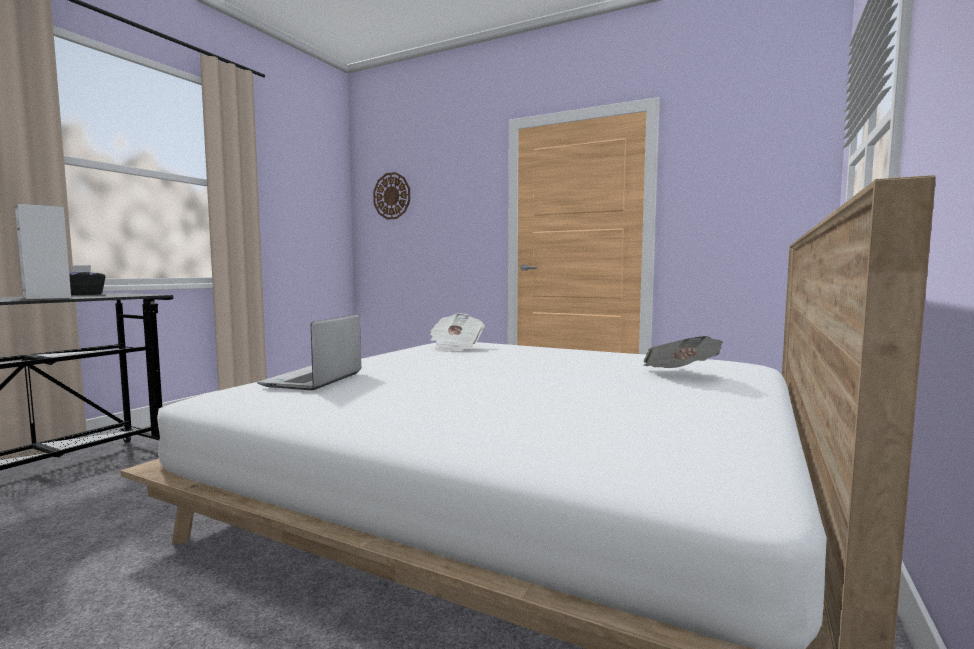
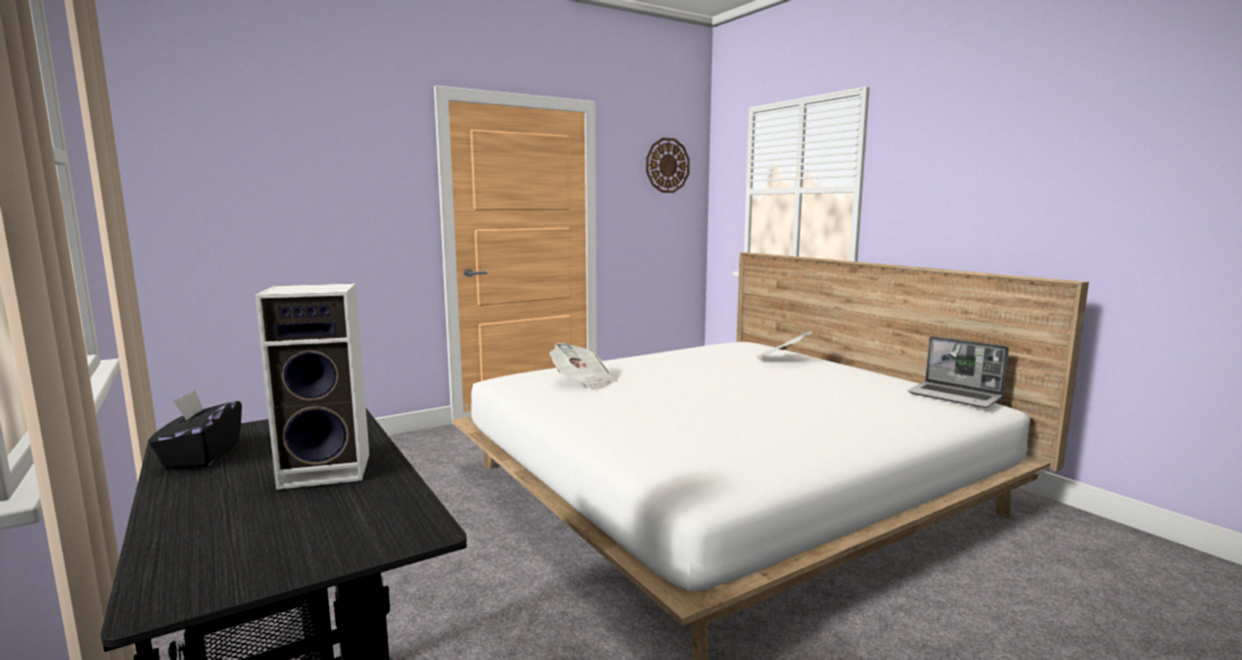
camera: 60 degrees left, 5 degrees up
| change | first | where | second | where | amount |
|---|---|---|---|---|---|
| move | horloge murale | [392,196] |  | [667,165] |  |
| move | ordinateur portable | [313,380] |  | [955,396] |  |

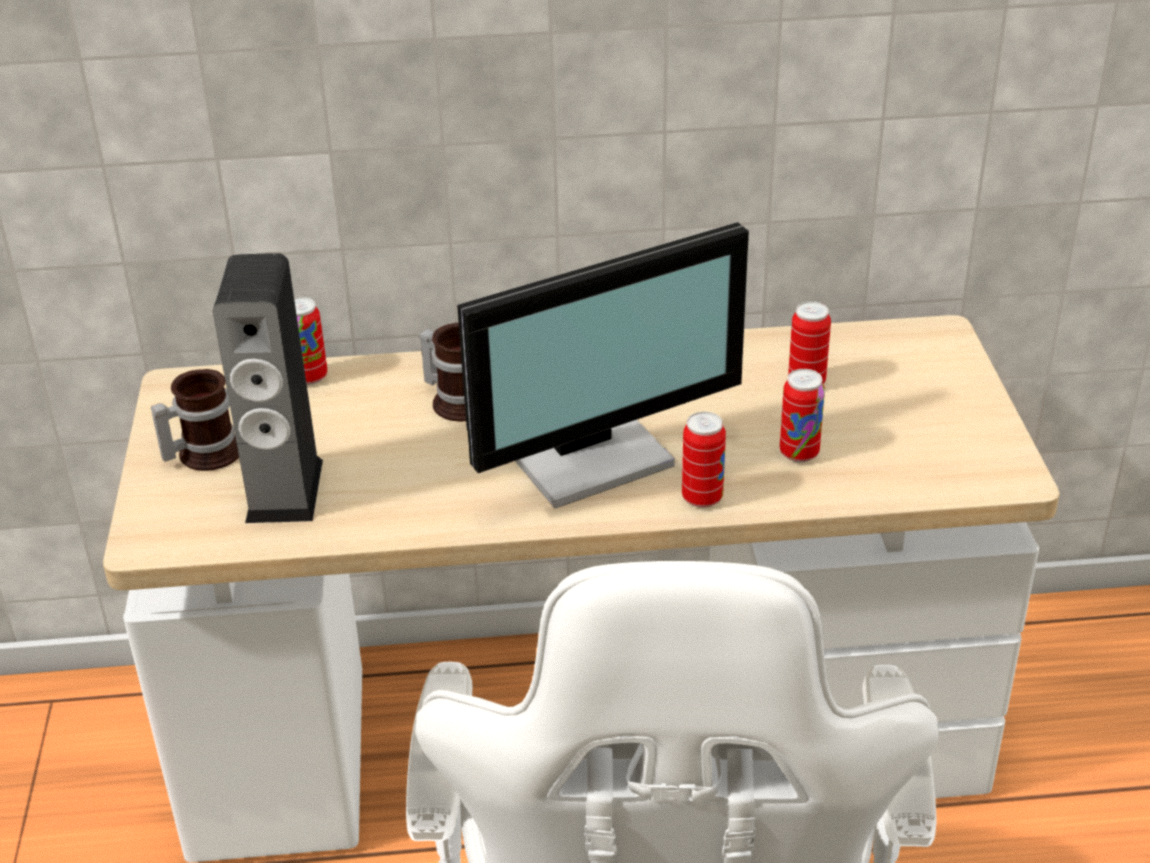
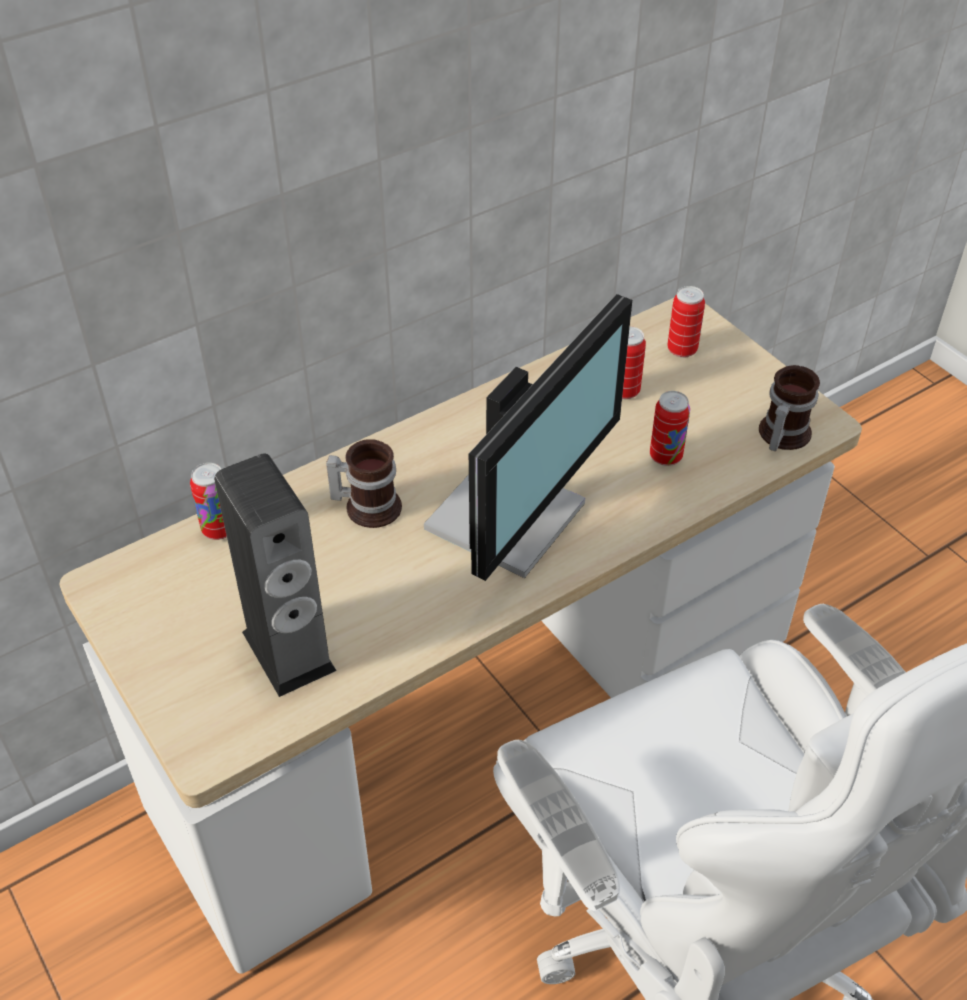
camera: 30 degrees left, 10 degrees up
| change | first | where | second | where | amount |
|---|---|---|---|---|---|
| move | mug | [203,452] |  | [780,434] |  |
| move | boîte métallique | [702,498] |  | [682,350] |  |

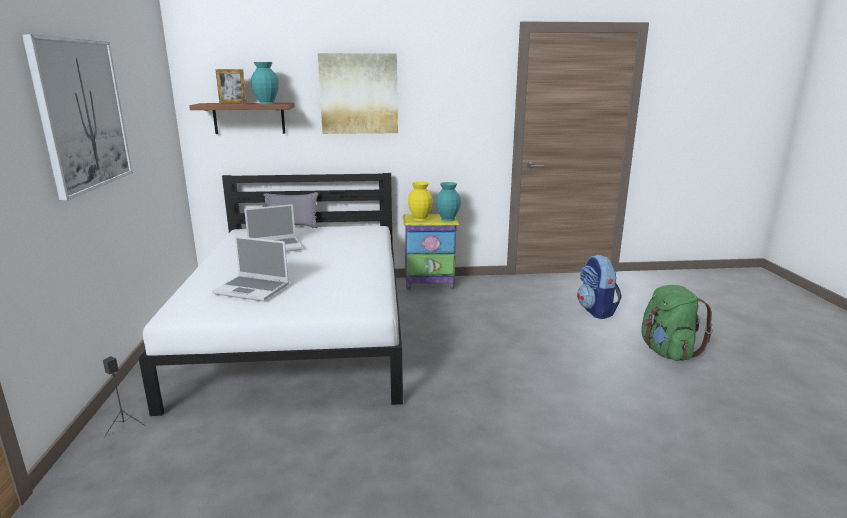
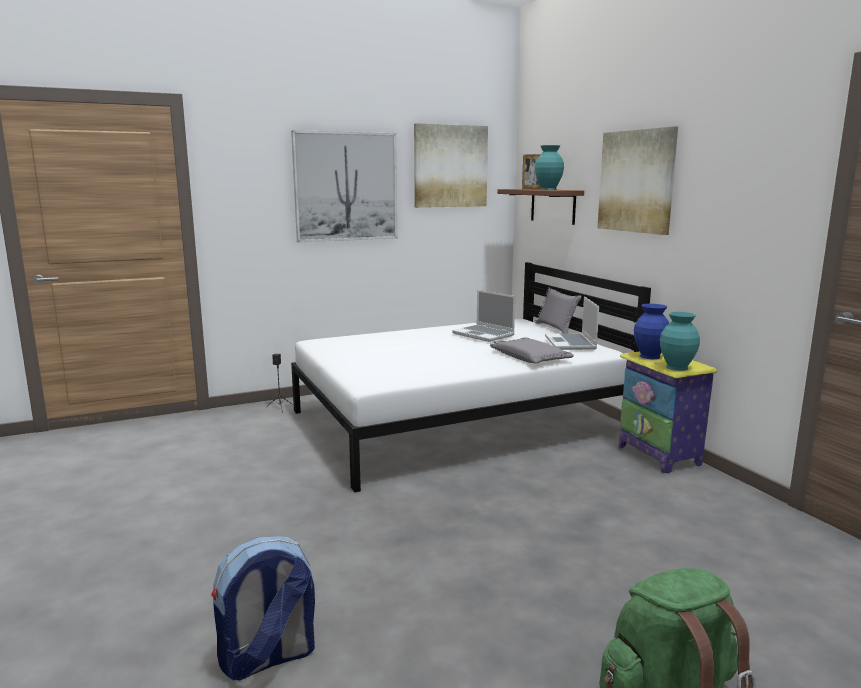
camera: 70 degrees right, 5 degrees down
| change | first | where | second | where | amount |
|---|---|---|---|---|---|
| recolor | vase [jaune] | [419,219] | vase [bleu] | [649,356] |  |
| move | ordinateur portable | [253,289] |  | [571,343] |  |
| move | sac à dos | [596,311] |  | [268,658] |  |
| insert |  |  | tableau | [450,166] |  |
| insert |  |  | coussin [gris] | [530,356] |  |

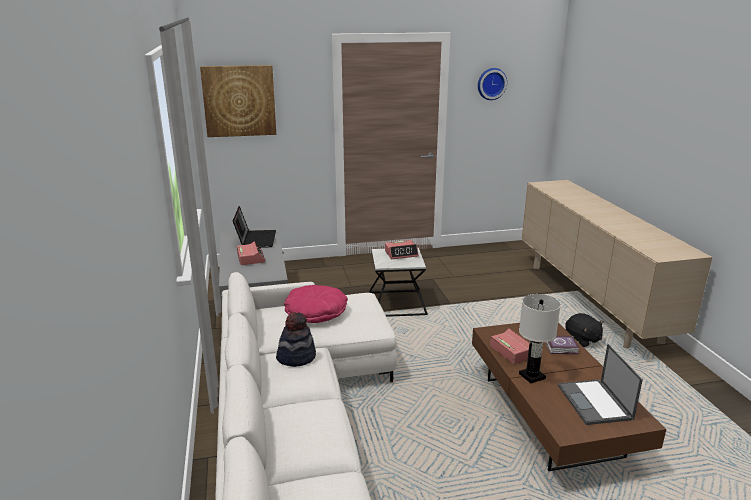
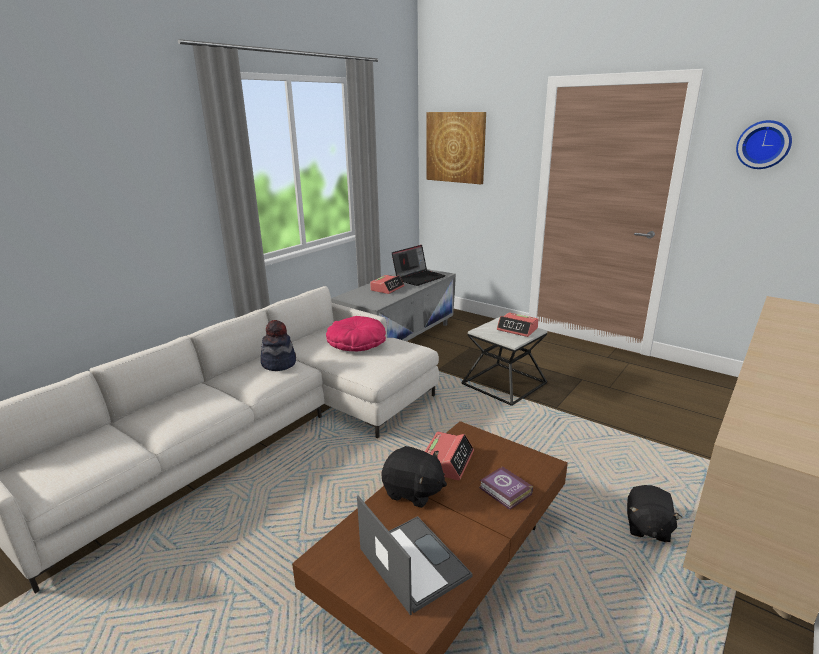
camera: 50 degrees right, 0 degrees up
| change | first | where | second | where | amount |
|---|---|---|---|---|---|
| replace | lampe de table [blanc] | [531,376] | peluche [noir] | [413,492] |  |
| rotate | ordinateur portable | [595,402] |  | [412,562] | 105 degrees clockwise |

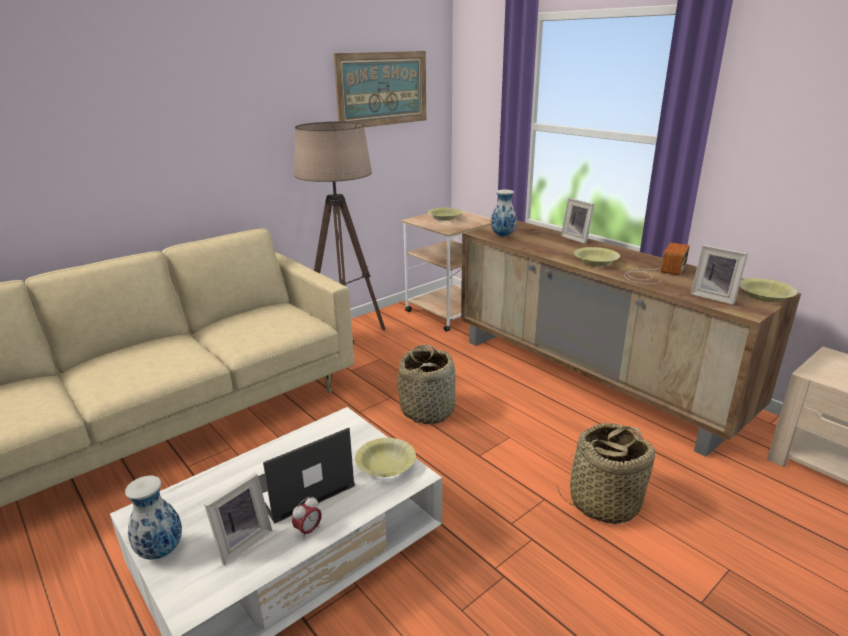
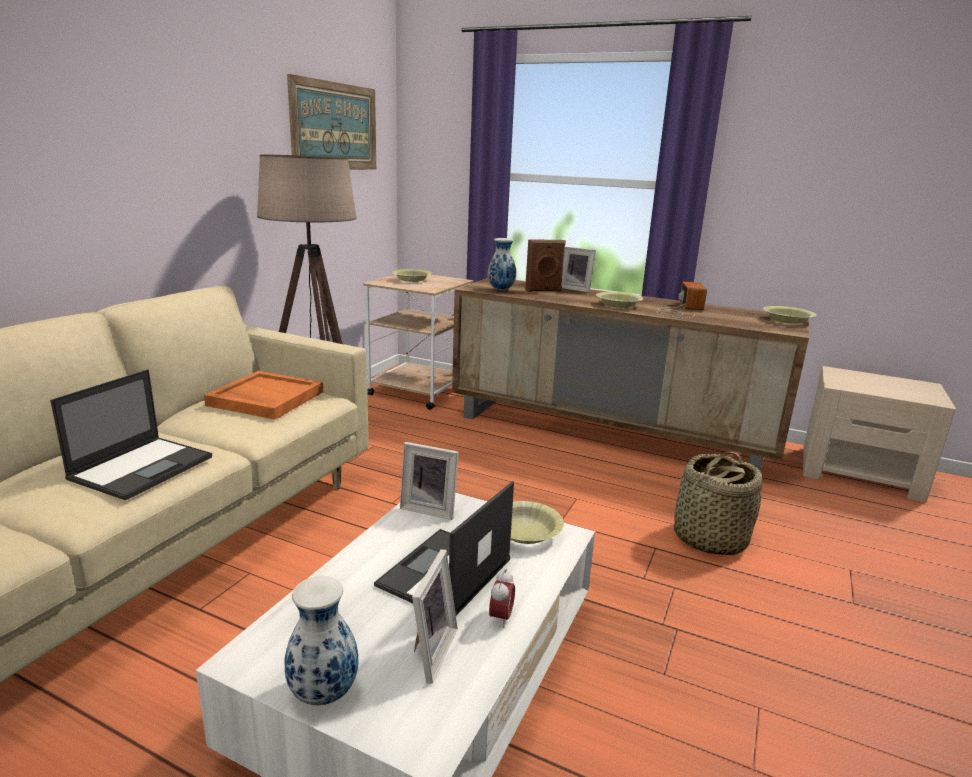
camera: 25 degrees left, 5 degrees down
| change | first | where | second | where | amount |
|---|---|---|---|---|---|
| move | cadre photo | [714,297] |  | [430,508] |  |
| delete | panier | [428,409] |  |  |  |
| insert |  |  | enceinte [marron] | [543,290] |  |
| insert |  |  | ordinateur portable | [143,467] |  |
| insert |  |  | plateau [orange] | [265,398] |  |

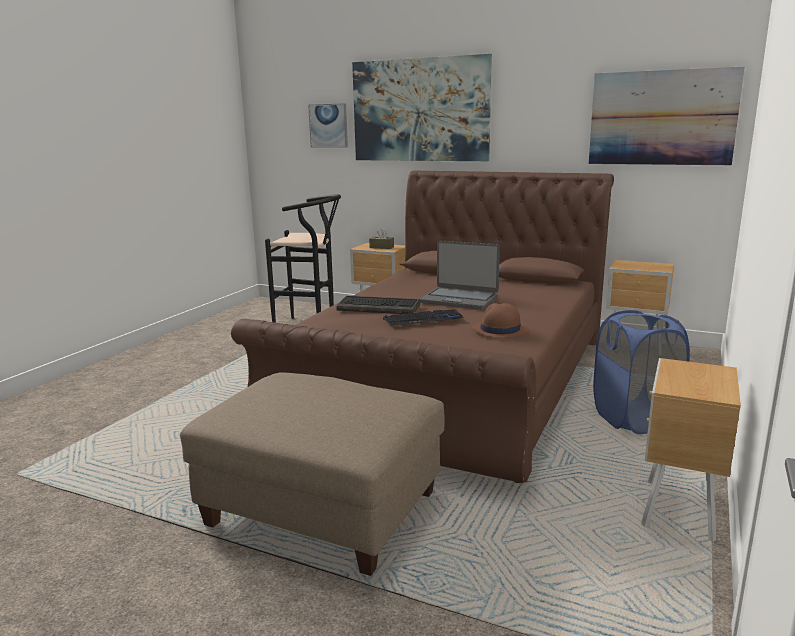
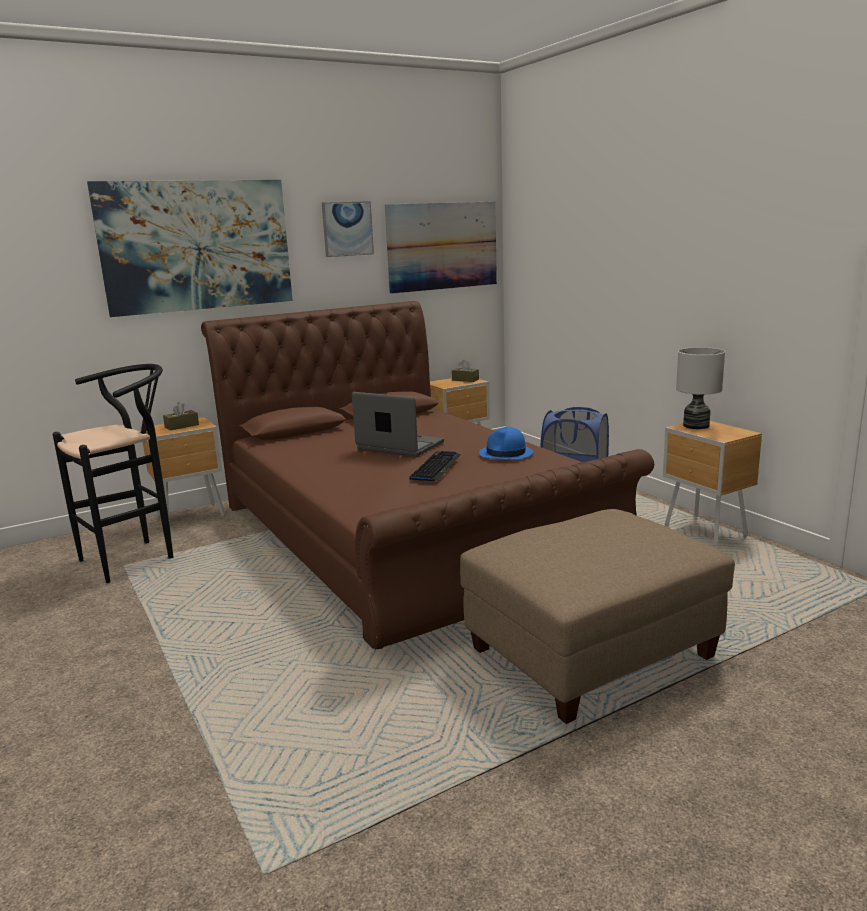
camera: 55 degrees left, 0 degrees up
| change | first | where | second | where | amount |
|---|---|---|---|---|---|
| move | tableau | [328,125] |  | [347,229] |  |
| rotate | ordinateur portable | [459,299] |  | [399,446] | 120 degrees counterclockwise |
| delete | clavier | [379,307] |  |  |  |
| recolor | chapeau [marron] | [499,330] | chapeau [bleu] | [506,454] |  |
| insert |  |  | lampe de table [gris] | [696,426] |  |
| insert |  |  | boîte à mouchoirs [marron] | [465,380] |  |

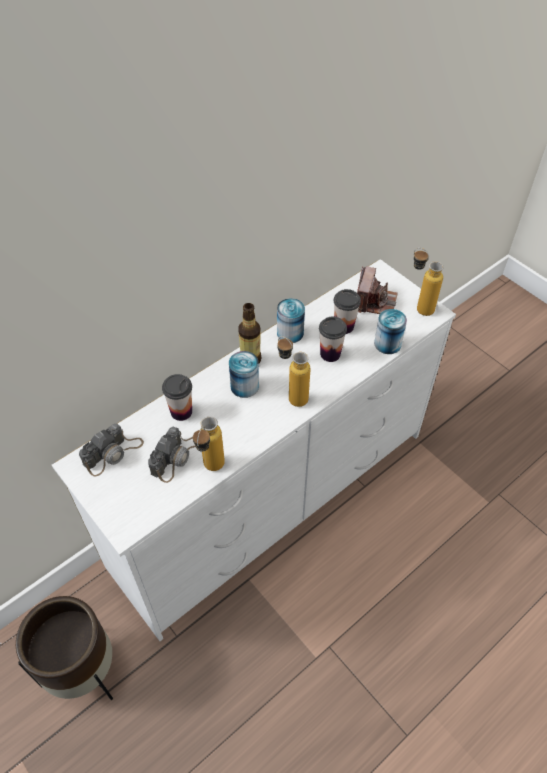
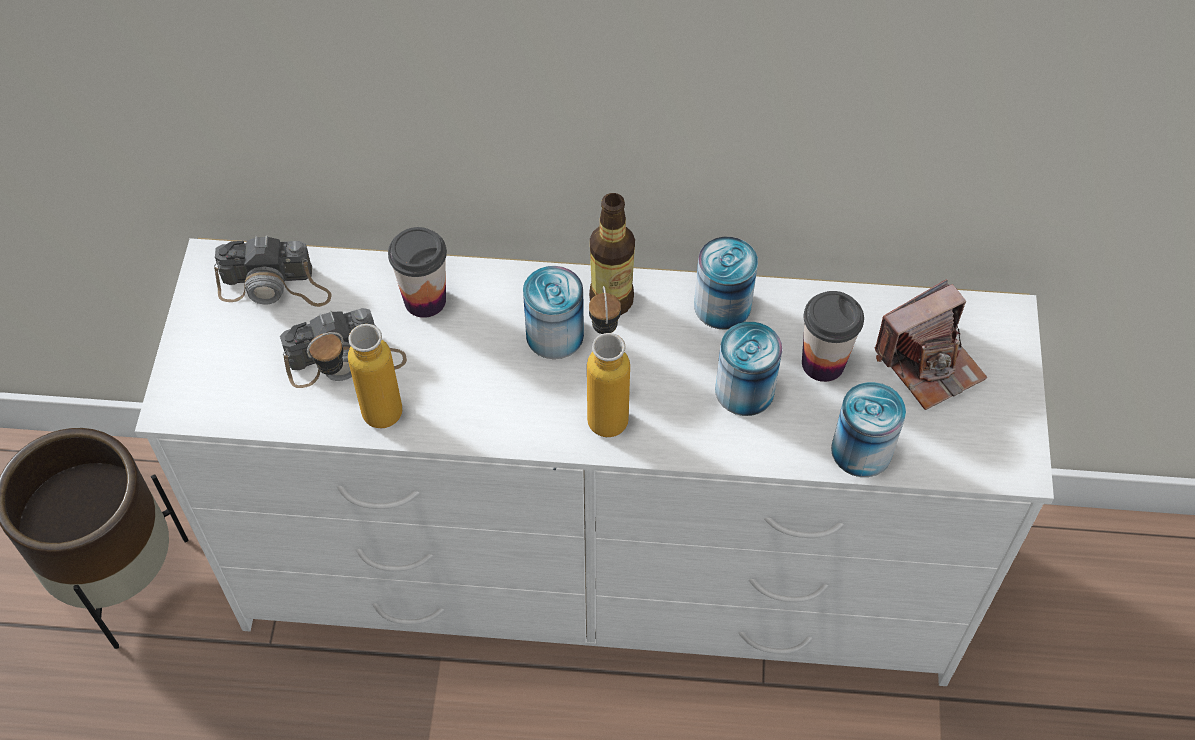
camera: 45 degrees right, 5 degrees up
| change | first | where | second | where | amount |
|---|---|---|---|---|---|
| delete | bouteille | [418,307] |  |  |  |
| replace | tasse | [330,354] | boîte métallique | [744,390] |  |

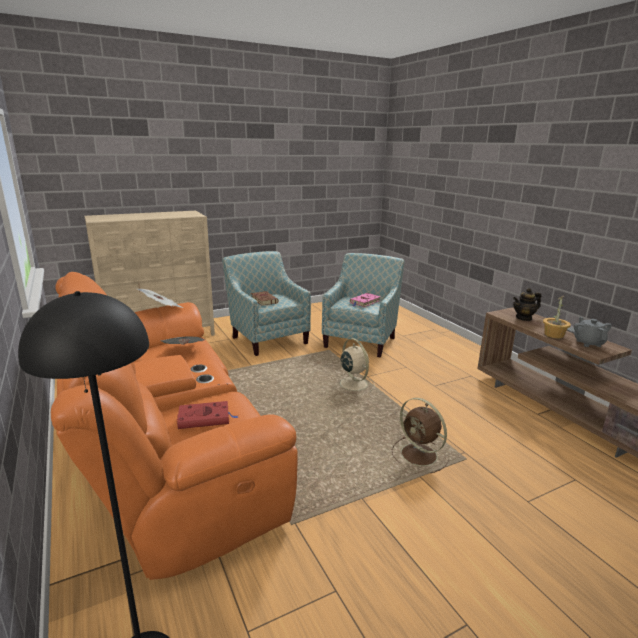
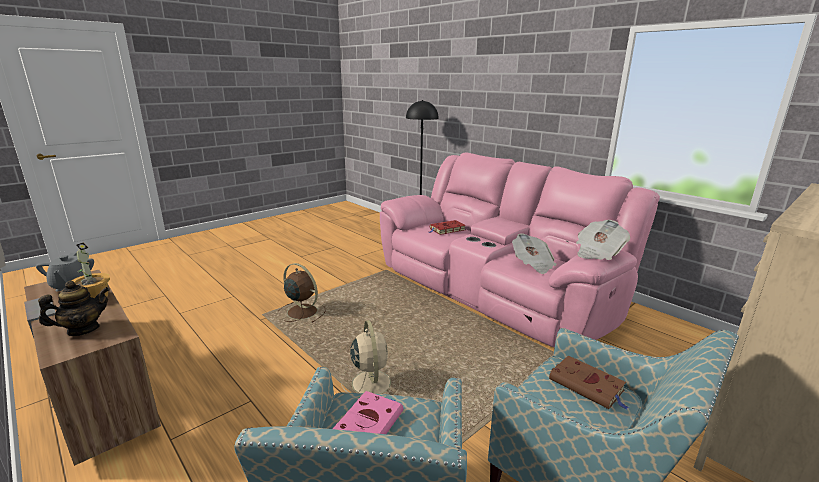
camera: 165 degrees right, 0 degrees up
| change | first | where | second | where | amount |
|---|---|---|---|---|---|
| recolor | canapé [orange] | [168,450] | canapé [rose] | [495,288] |  |
| rotate | ventilateur [beige] | [352,383] |  | [371,382] | 150 degrees counterclockwise |

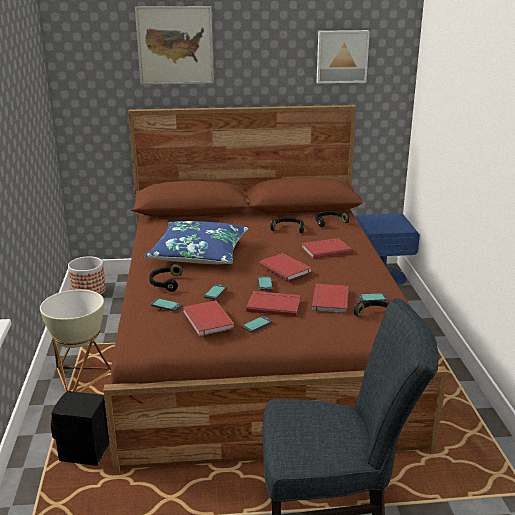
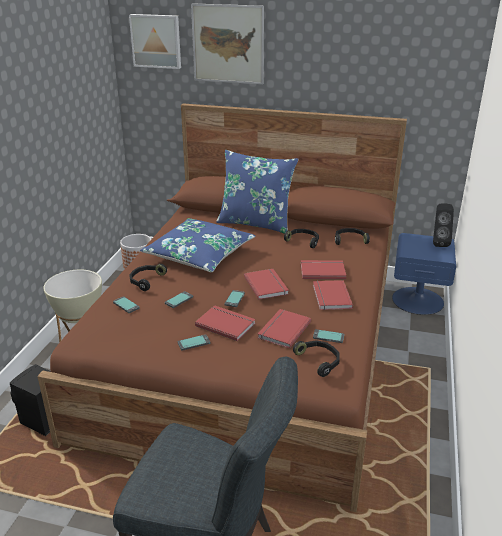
camera: 20 degrees right, 5 degrees up
| change | first | where | second | where | amount |
|---|---|---|---|---|---|
| move | tableau | [342,56] |  | [156,41] |  |
| move | livre [rouge] | [206,320] |  | [330,297] |  |
| insert |  |  | coussin [bleu] | [255,223] |  |
| insert |  |  | enceinte [noir] | [438,243] |  |

